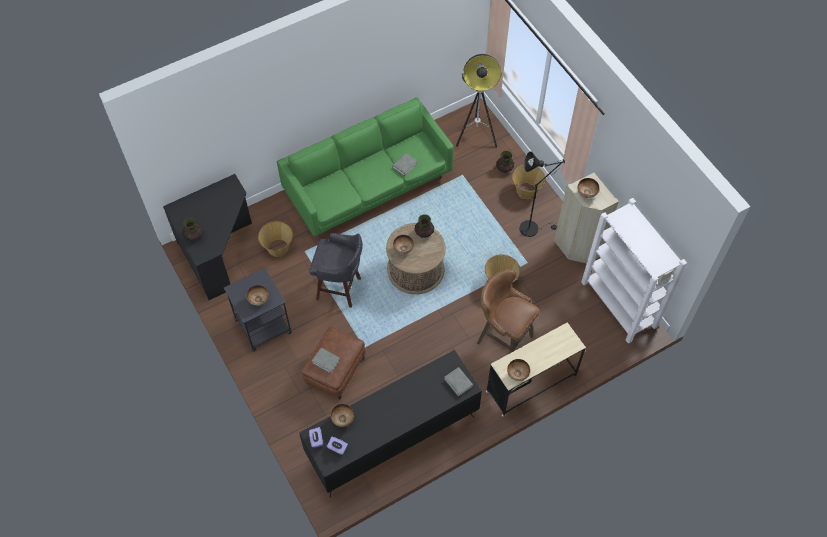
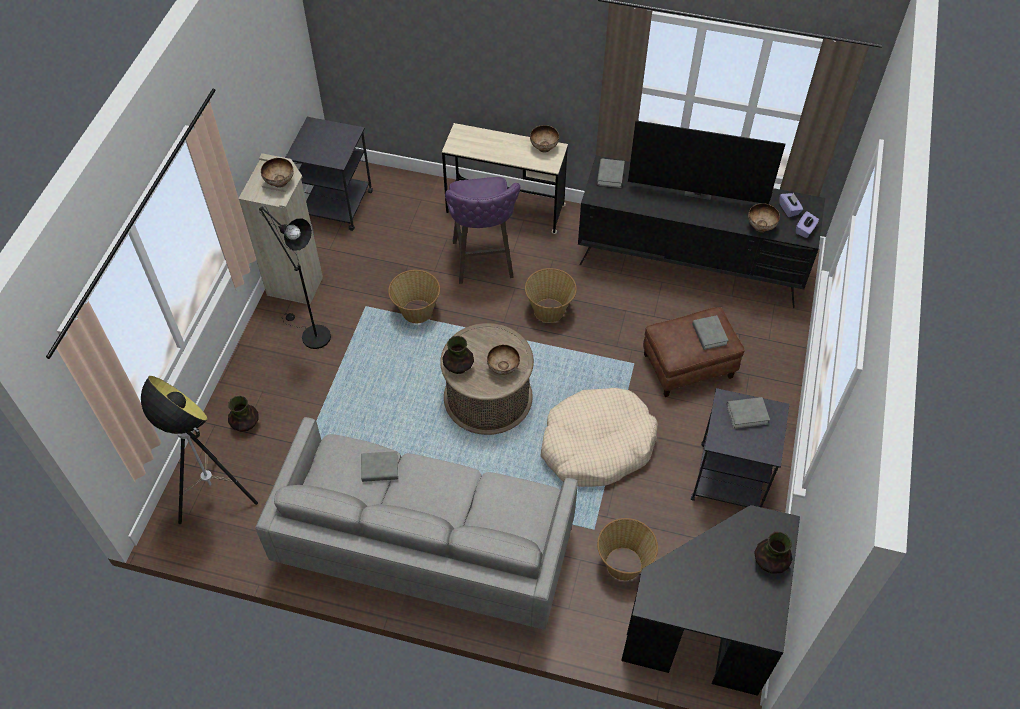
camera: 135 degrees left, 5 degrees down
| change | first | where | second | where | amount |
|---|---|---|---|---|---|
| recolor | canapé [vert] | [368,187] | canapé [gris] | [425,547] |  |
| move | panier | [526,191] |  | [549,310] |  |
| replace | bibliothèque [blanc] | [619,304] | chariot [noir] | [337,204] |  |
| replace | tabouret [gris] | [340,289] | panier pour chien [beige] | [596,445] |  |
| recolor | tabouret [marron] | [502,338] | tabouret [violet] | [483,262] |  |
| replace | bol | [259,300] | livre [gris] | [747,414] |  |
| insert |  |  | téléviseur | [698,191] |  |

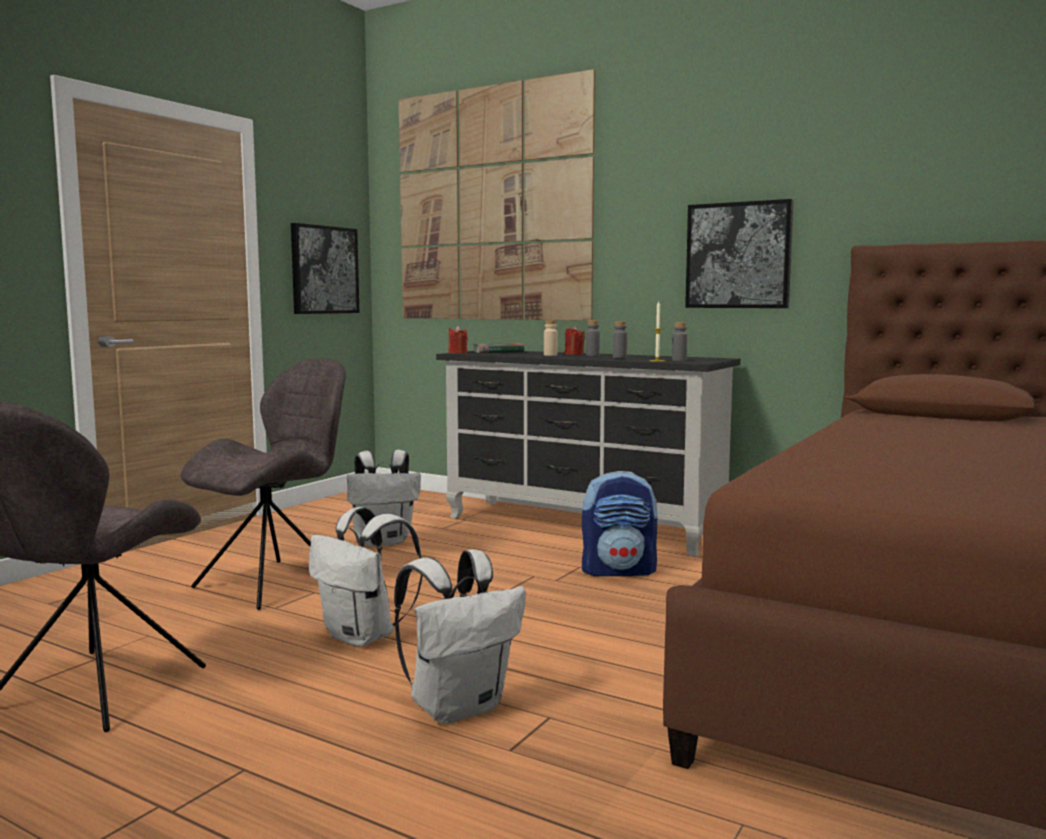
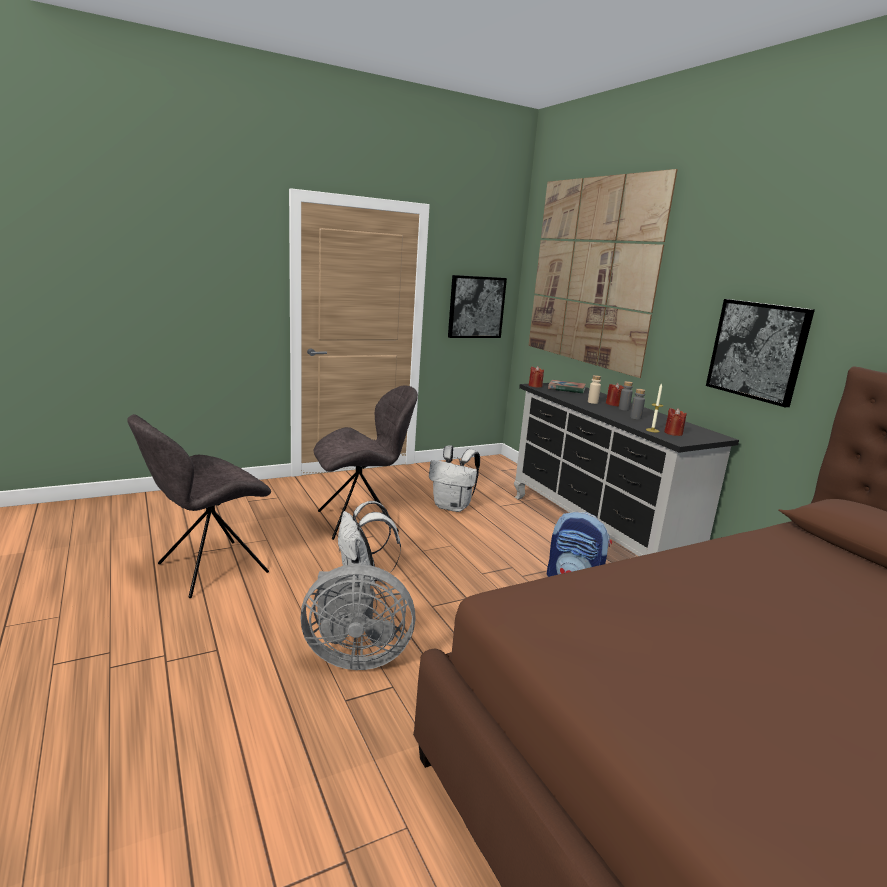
camera: 30 degrees right, 10 degrees up
| change | first | where | second | where | amount |
|---|---|---|---|---|---|
| replace | bouteille [gris] | [679,360] | bougie [rouge] | [673,433] |  |
| replace | sac à dos [blanc] | [459,707] | ventilateur [gris] | [354,655] |  |

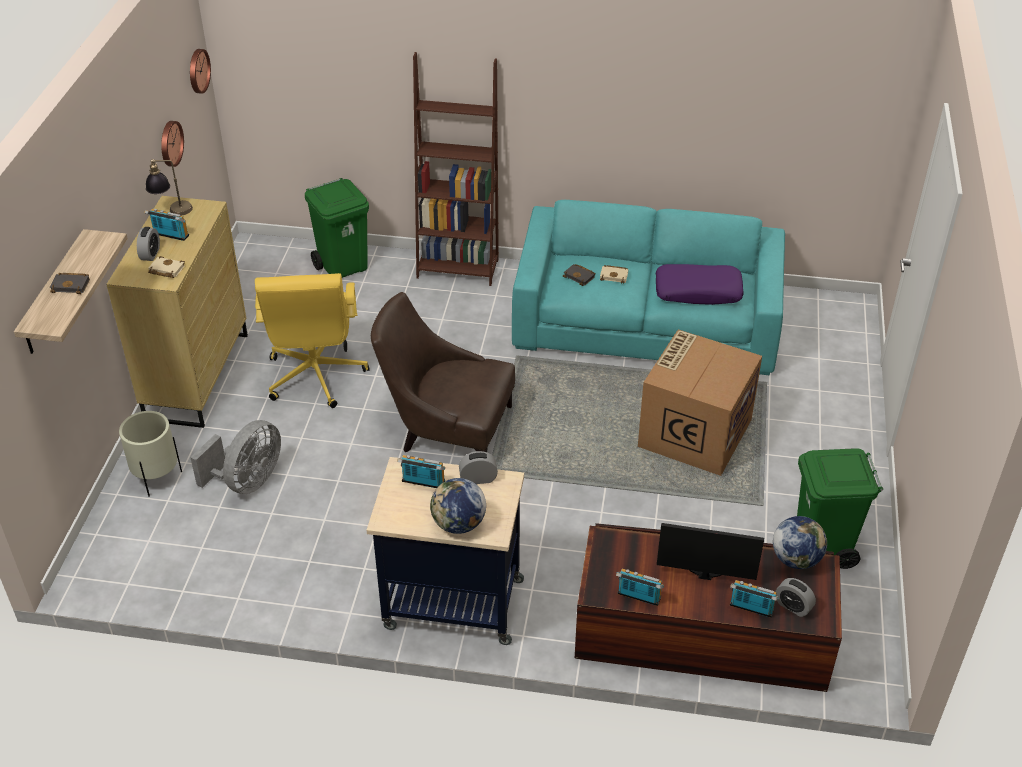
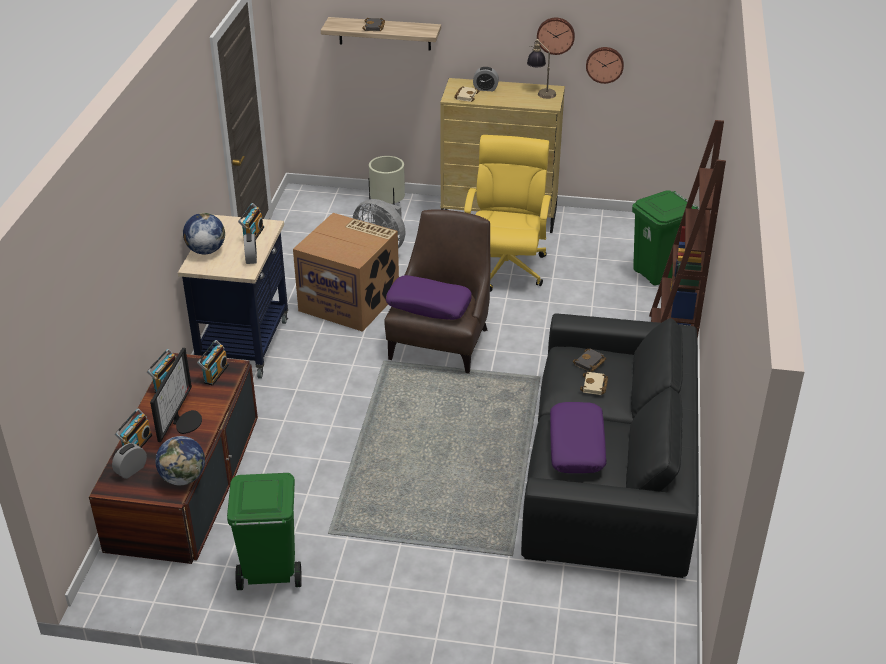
camera: 90 degrees right, 5 degrees down
| change | first | where | second | where | amount |
|---|---|---|---|---|---|
| move | horloge murale | [197,71] |  | [555,35] |  |
| recolor | canapé [turquoise] | [646,318] | canapé [noir] | [611,468] |  |
| move | radio | [170,235] |  | [214,374] |  |
| rotate | chaise de bureau [jaune] | [315,374] |  | [505,268] | 105 degrees clockwise |
| move | carton | [694,432] |  | [351,301] |  |
| insert |  |  | coussin [violet] | [429,305] |  |

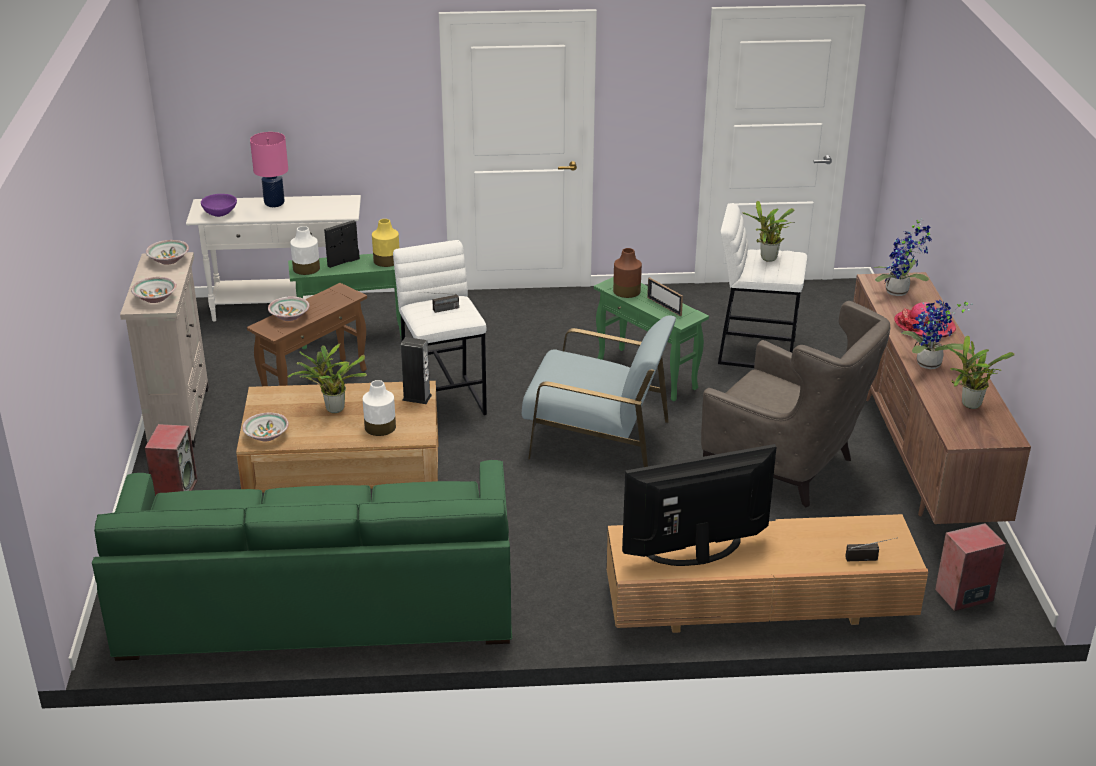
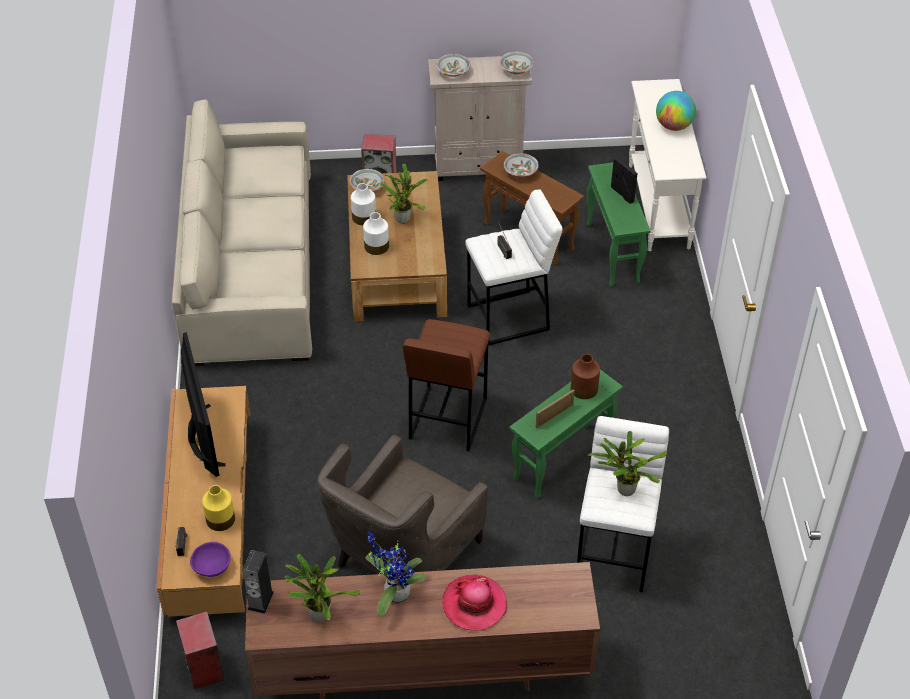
camera: 90 degrees right, 15 degrees up
| change | first | where | second | where | amount |
|---|---|---|---|---|---|
| replace | lampe de table [rose] | [274,205] | globe | [673,126] |  |
| move | bol [violet] | [220,213] |  | [211,567] |  |
| delete | plante en pot | [900,292] |  |  |  |
| move | vase [jaune] | [386,260] |  | [220,518] |  |
| move | vase [blanc] | [306,268] |  | [363,217] |  |
| replace | fauteuil [bleu] | [597,440] | tabouret [marron] | [447,420] |  |
| move | enceinte | [416,397] |  | [260,600] |  |
| recolor | canapé [vert] | [317,596] | canapé [beige] | [251,264] |  |

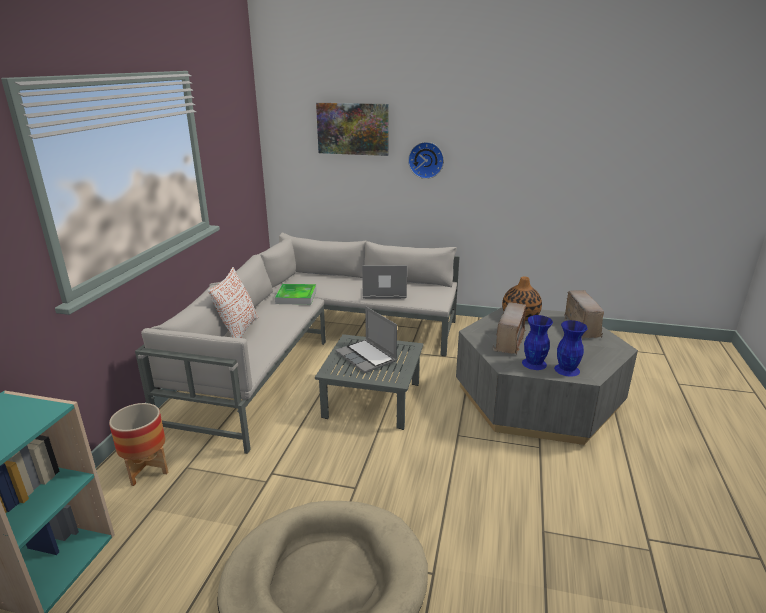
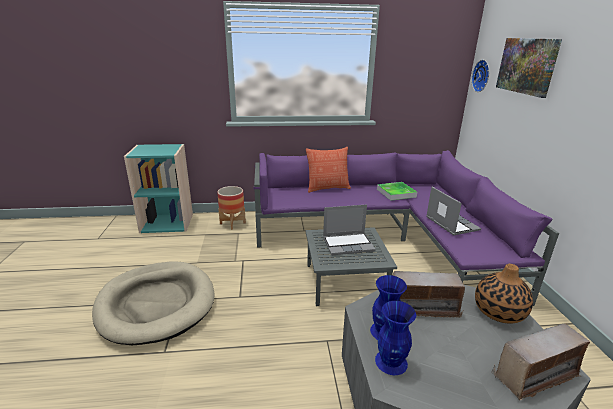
camera: 70 degrees right, 0 degrees up
| change | first | where | second | where | amount |
|---|---|---|---|---|---|
| move | horloge murale | [426,160] |  | [482,76] |  |
| recolor | canapé [blanc] | [321,358] | canapé [violet] | [381,245] |  |
| recolor | coussin [blanc] | [239,331] | coussin [orange] | [327,188] |  |
| rotate | ordinateur portable | [367,357] |  | [348,244] | 135 degrees counterclockwise |

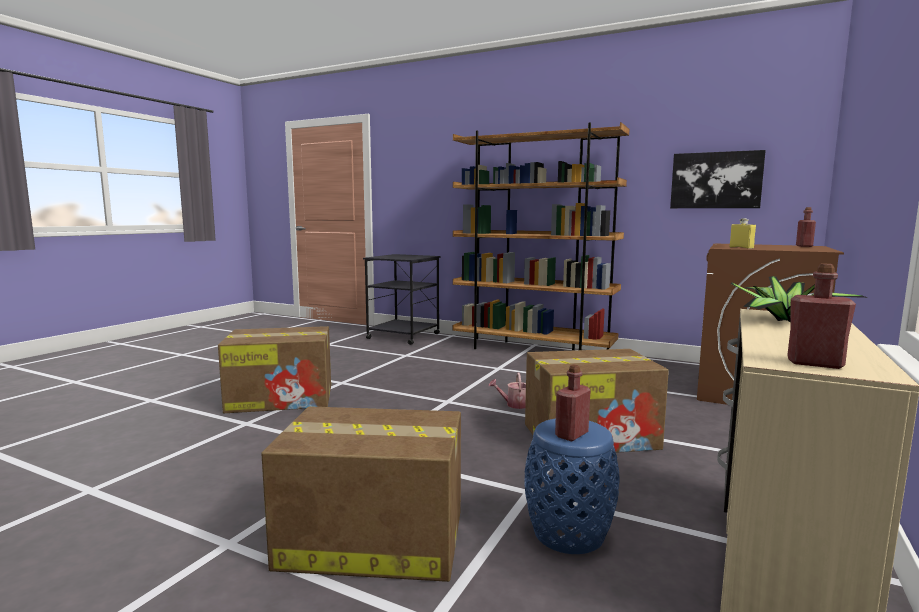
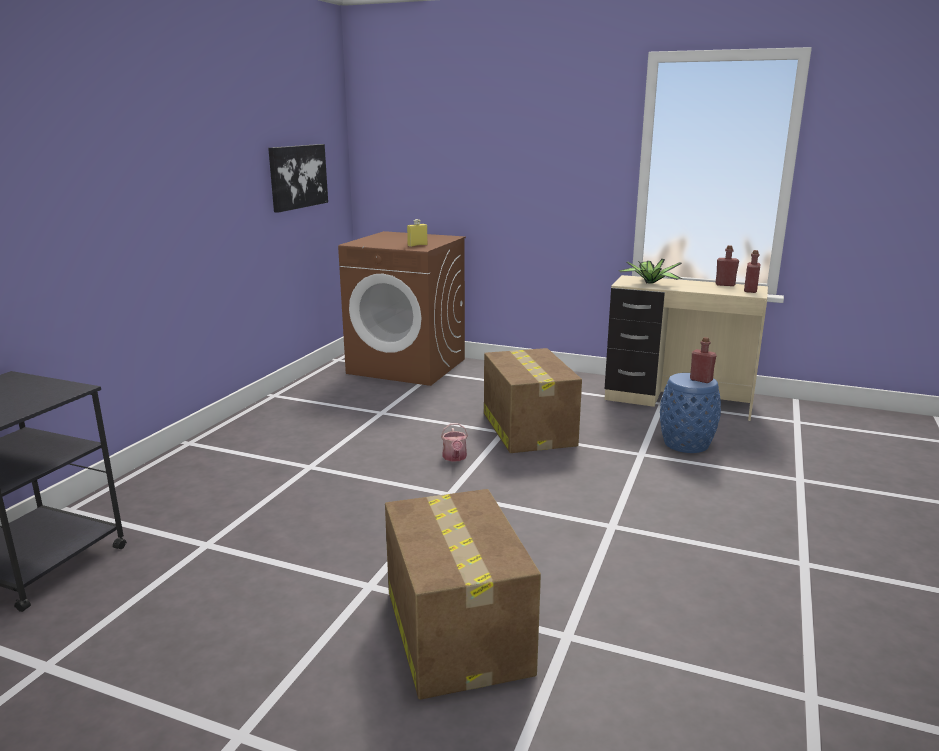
camera: 95 degrees left, 10 degrees up
| change | first | where | second | where | amount |
|---|---|---|---|---|---|
| delete | bibliothèque [marron] | [532,350] |  |  |  |
| move | bouteille [rouge] | [804,246] |  | [725,284] |  |
| delete | carton | [370,539] |  |  |  |

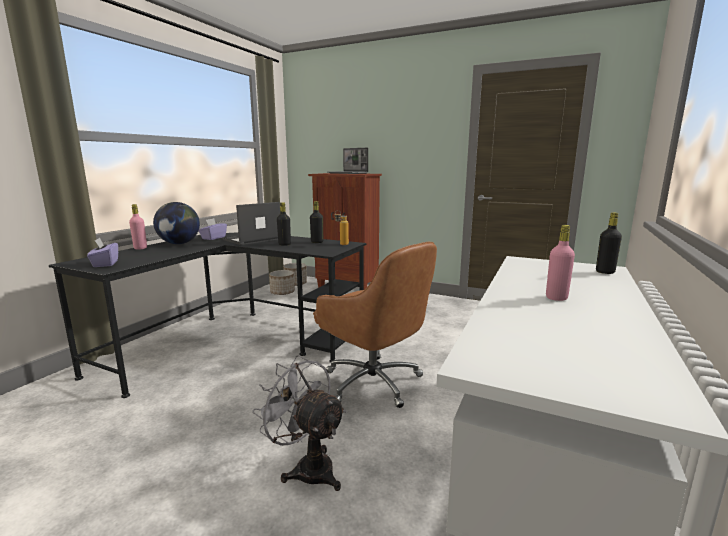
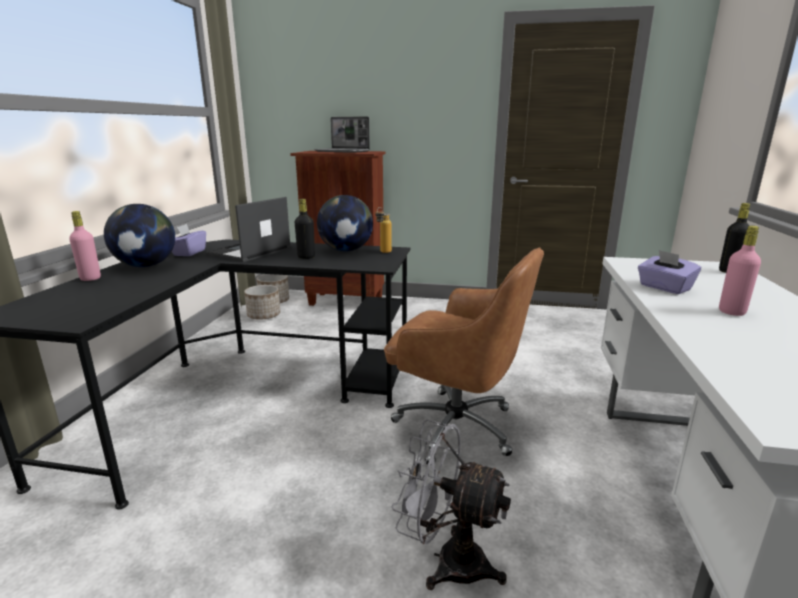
camera: 15 degrees left, 5 degrees up
| change | first | where | second | where | amount |
|---|---|---|---|---|---|
| replace | bouteille [noir] | [317,242] | globe | [346,250] |  |
| move | boîte à mouchoirs [violet] | [105,264] |  | [664,288] |  |

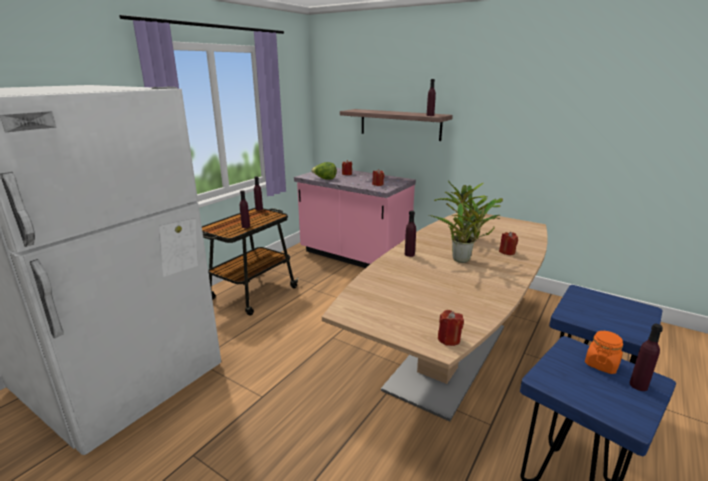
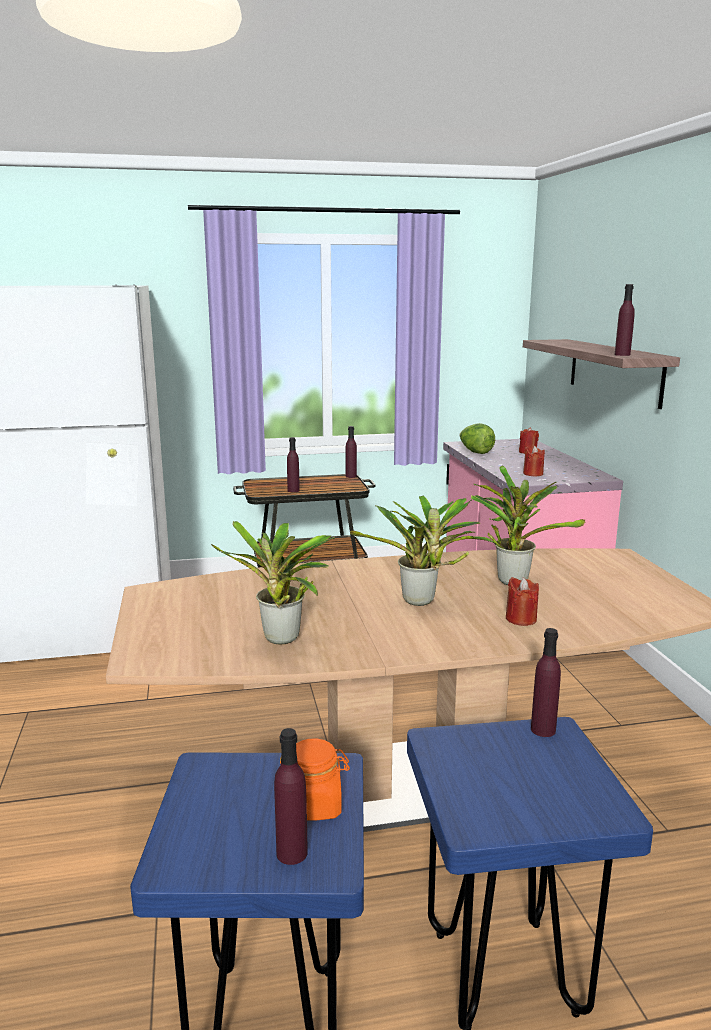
camera: 45 degrees right, 5 degrees down
| change | first | where | second | where | amount |
|---|---|---|---|---|---|
| move | bouteille [violet] | [409,254] |  | [543,730] |  |
| delete | bougie [rouge] | [449,339] |  |  |  |
| insert |  |  | plante en pot | [281,641] |  |

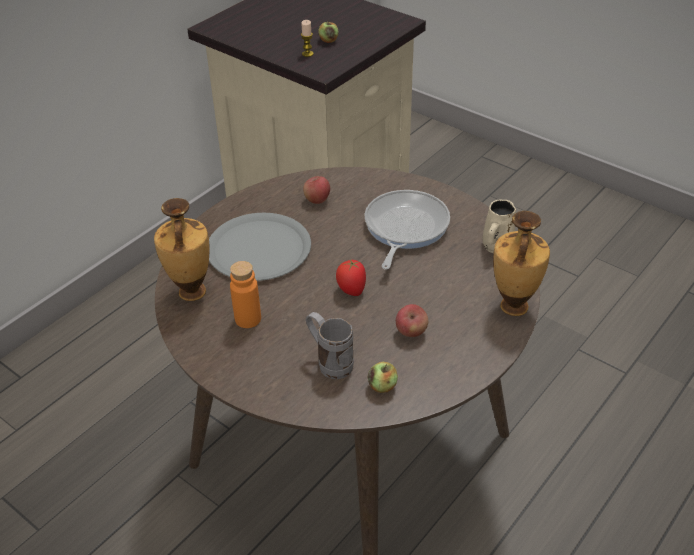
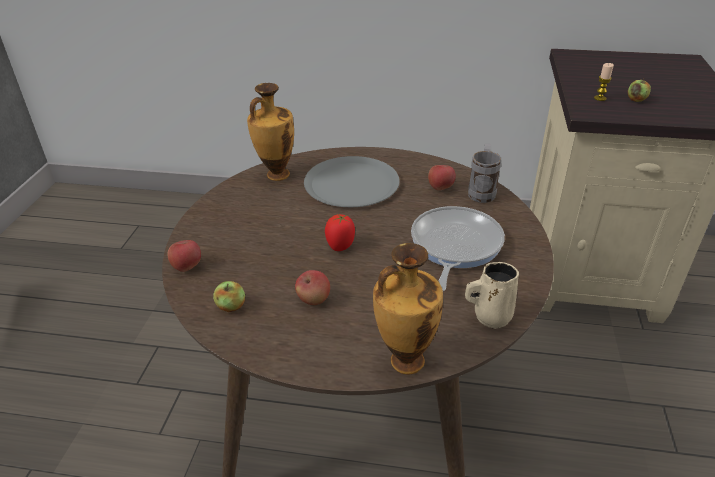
camera: 60 degrees right, 5 degrees down
| change | first | where | second | where | amount |
|---|---|---|---|---|---|
| rotate | poêle | [404,228] |  | [454,246] | 60 degrees counterclockwise |
| delete | bouteille [orange] | [248,319] |  |  |  |
| move | mug [gris] | [329,362] |  | [482,191] |  |
| insert |  |  | pomme | [187,266] |  |

